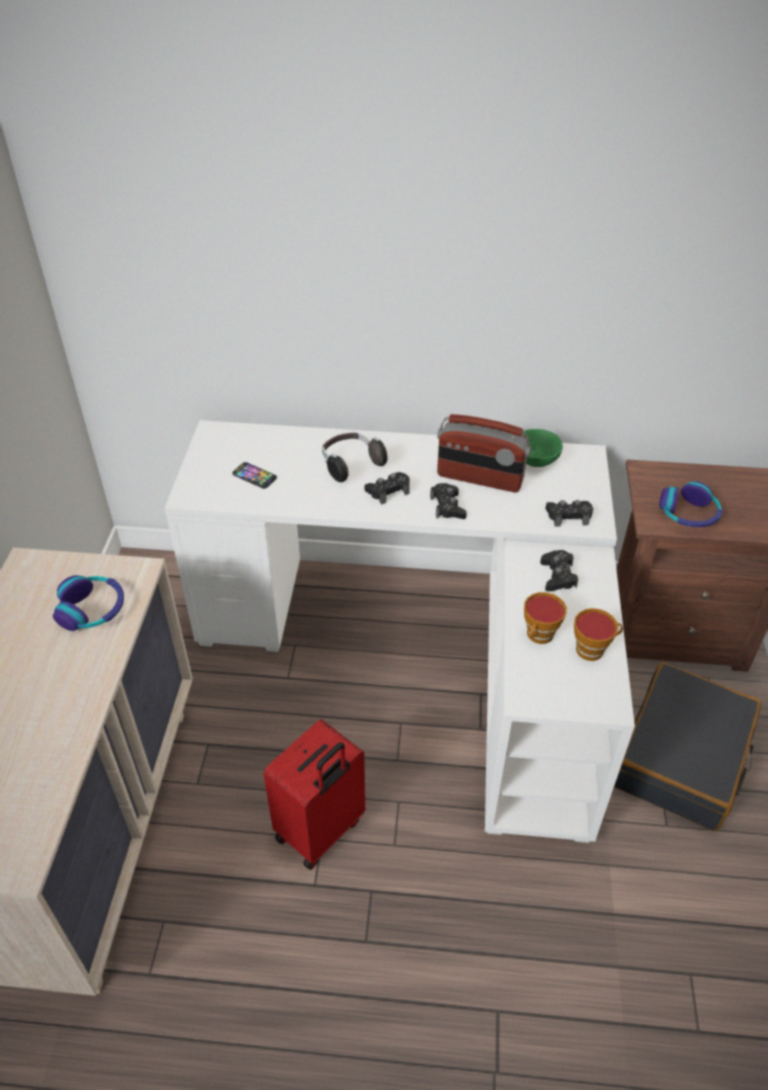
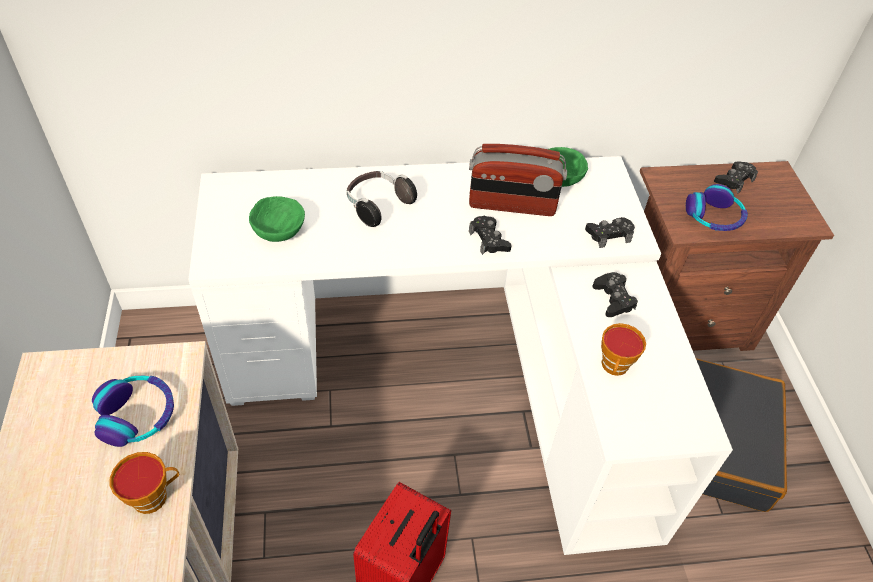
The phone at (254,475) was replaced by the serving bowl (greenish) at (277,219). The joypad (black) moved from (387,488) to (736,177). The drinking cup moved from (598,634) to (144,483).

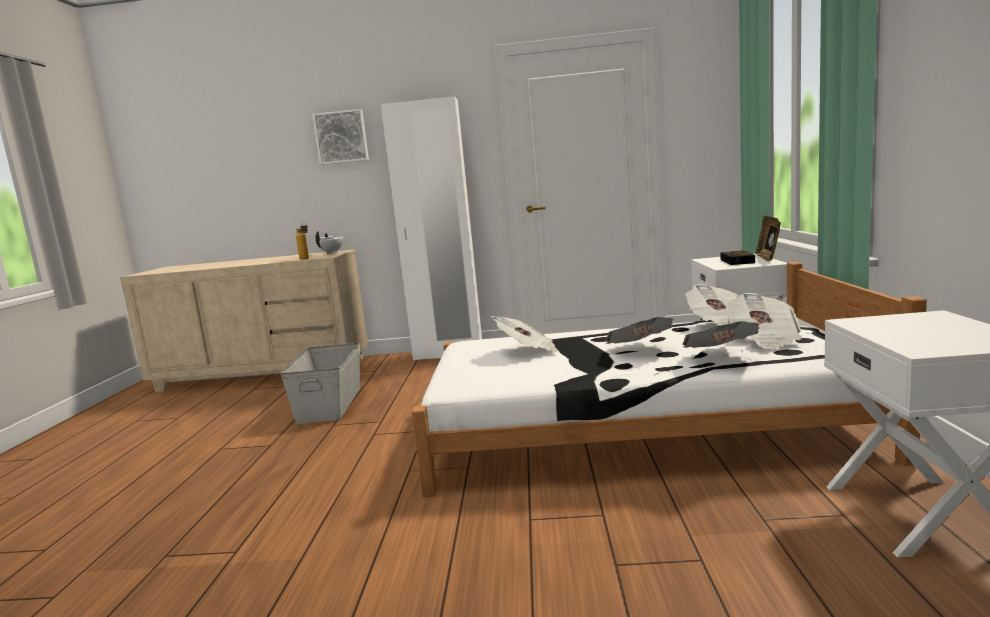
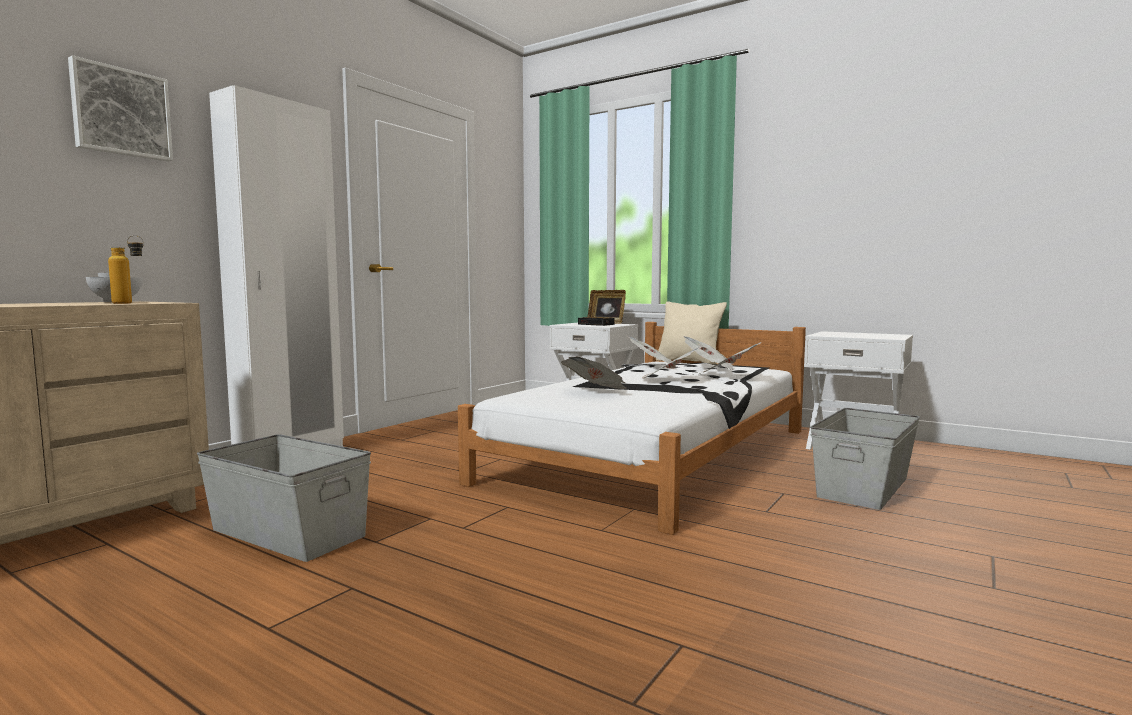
The cushion (beige-coloured) at (691,333) appeared. The storage bin (gray) at (865,459) appeared.

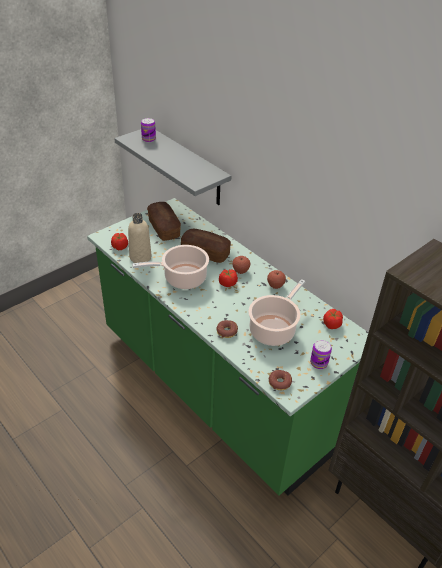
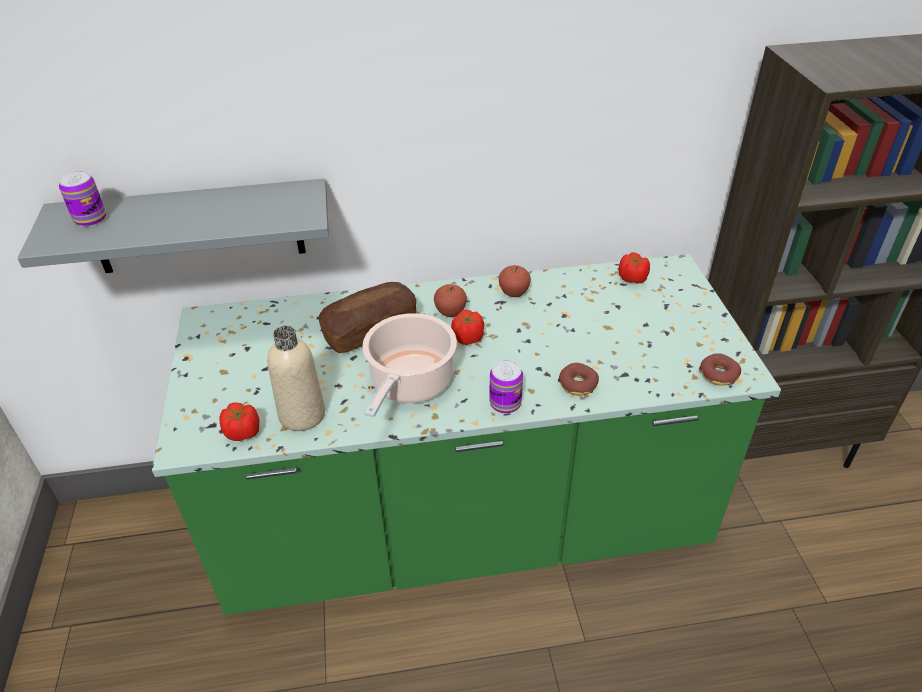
The bread at (164,221) disappeared. The saucepot at (276,312) disappeared. The can moved from (321,354) to (506,387).

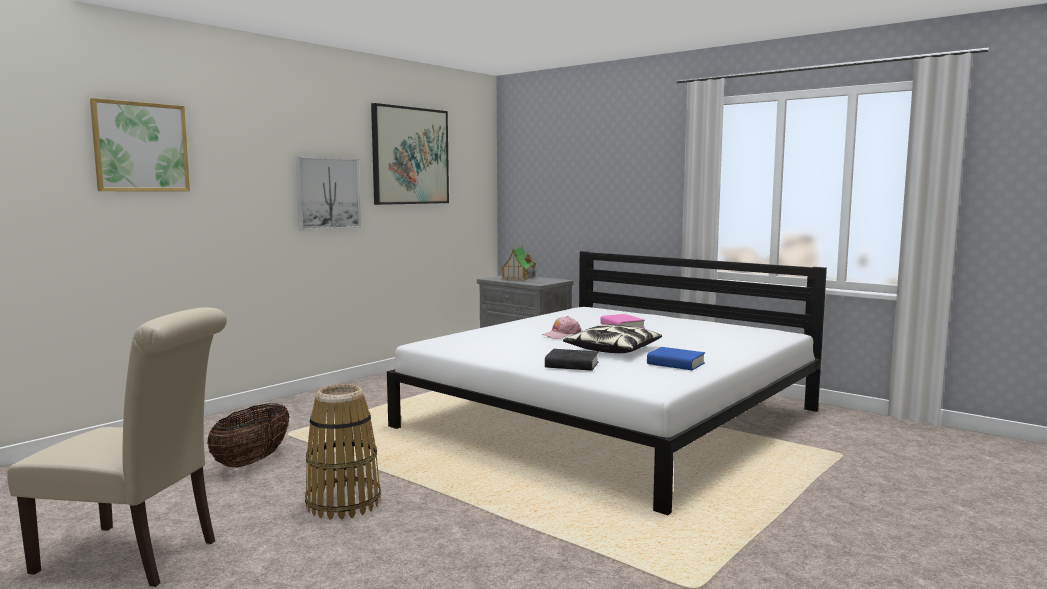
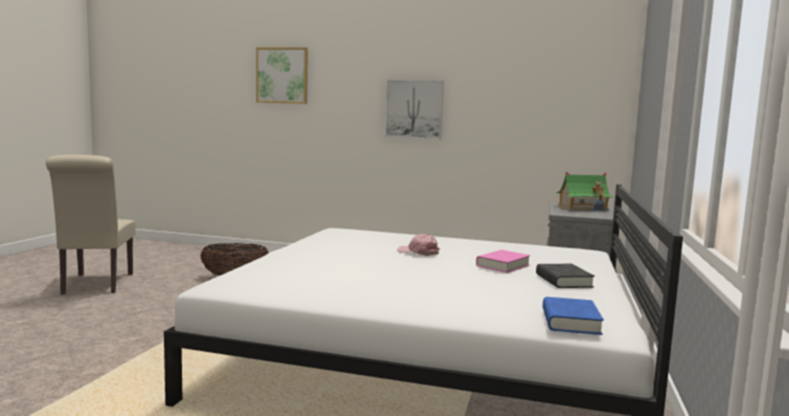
The wall art at (410,154) disappeared. The cushion at (612,338) disappeared. The volume (bluish) moved from (676,358) to (573,316). The volume (black) moved from (572,360) to (565,276). The household basket at (343,452) disappeared.

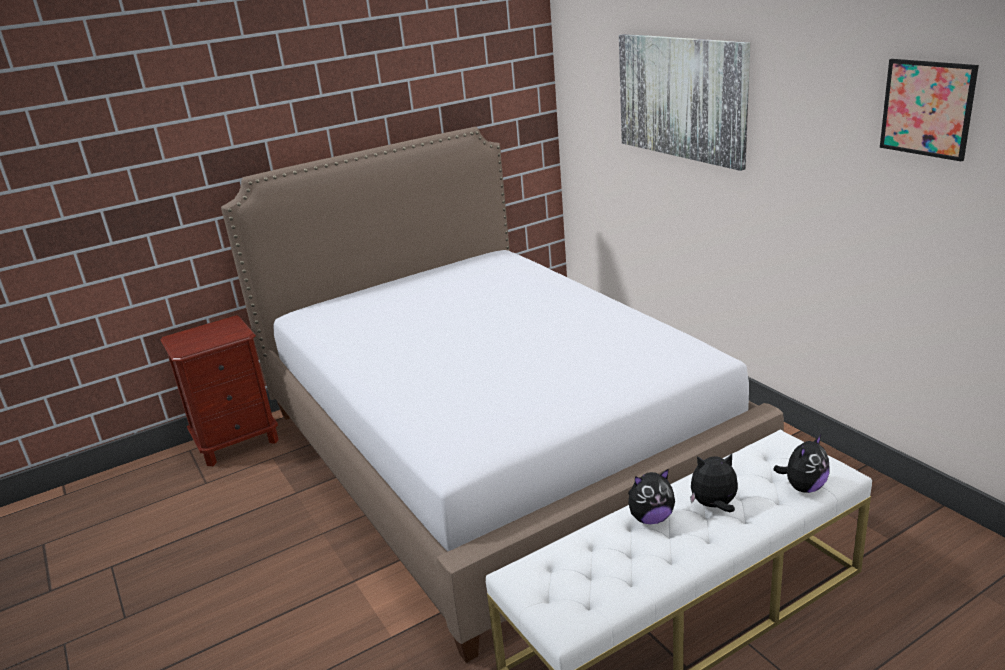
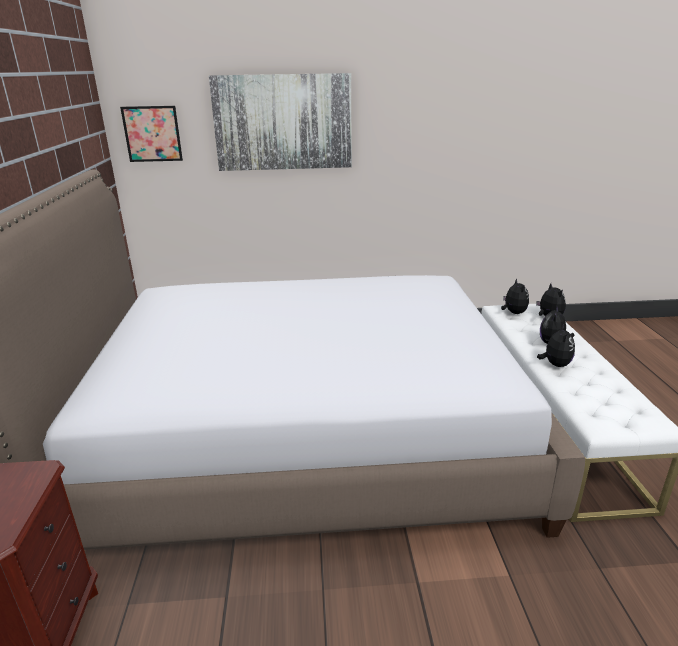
The wall art moved from (929,110) to (151,134). The cuddly toy at (515,296) appeared.

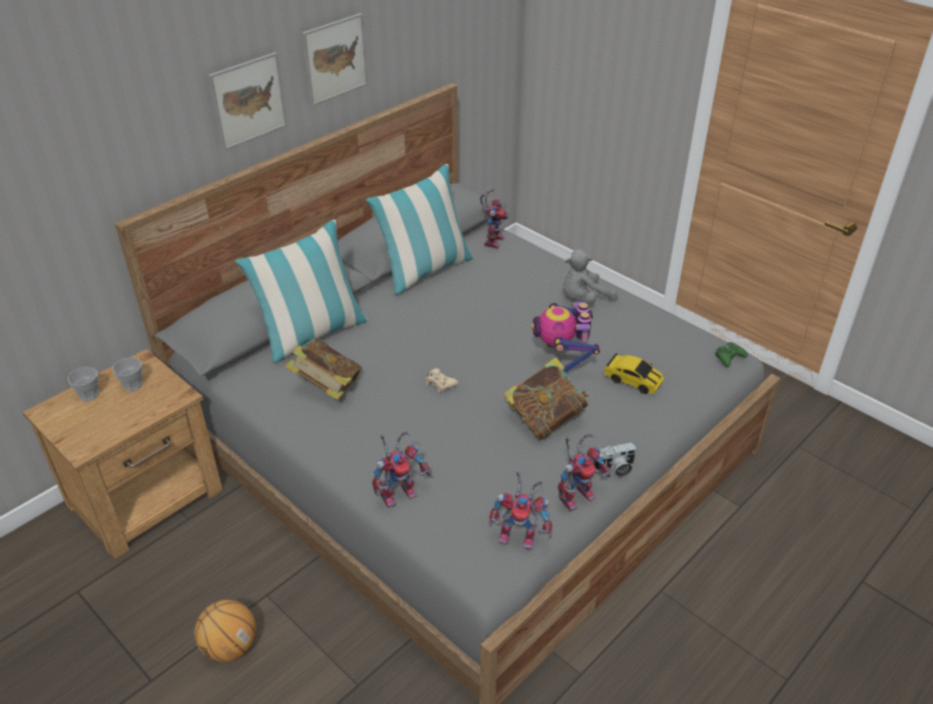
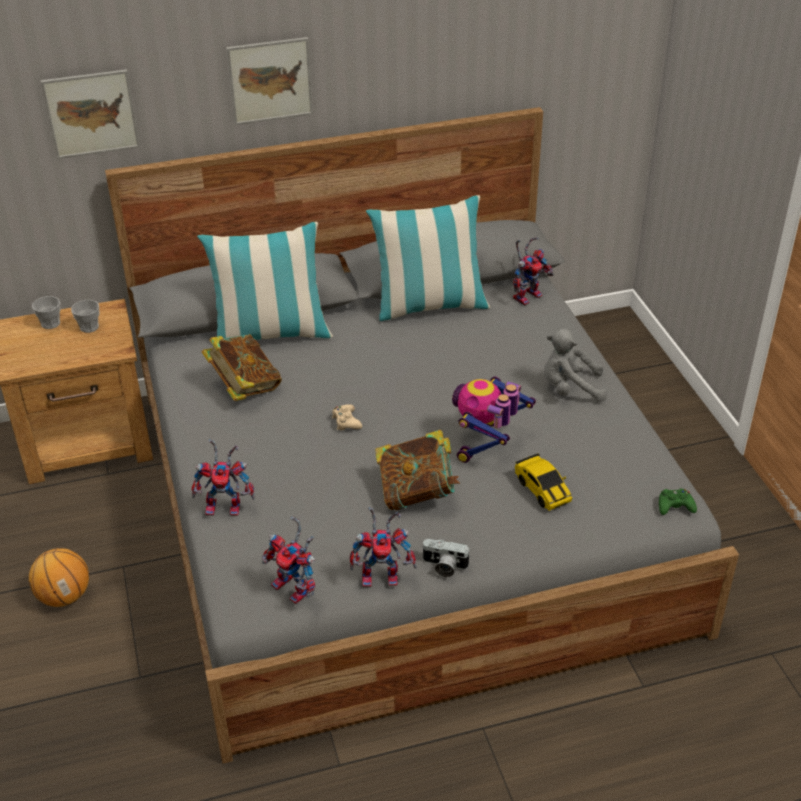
The wall art moved from (335,59) to (90,114).

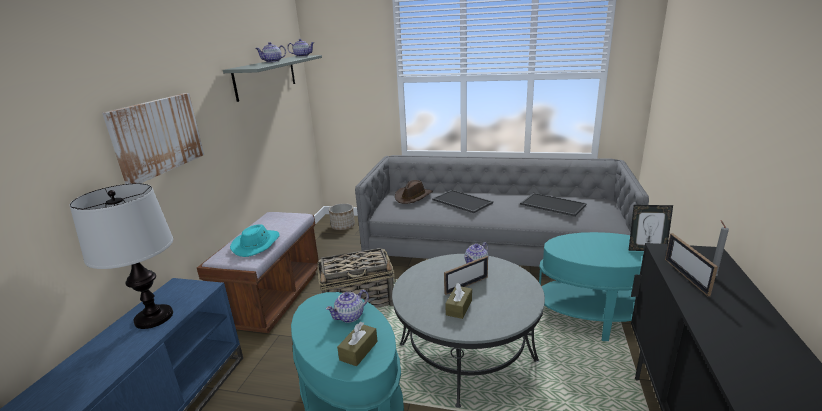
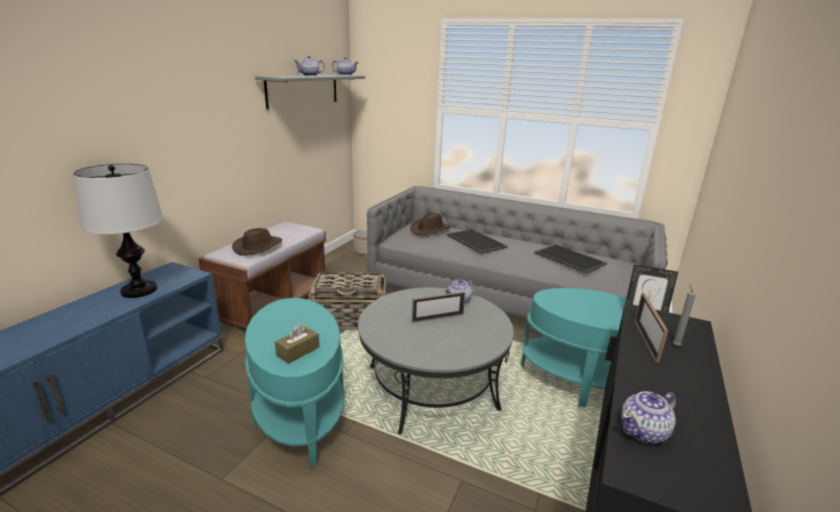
The wall art at (153,138) disappeared. The clothing hat (turquoise) at (255,240) became the clothing hat (brown) at (257,242). The box of tissues (brown) at (458,301) disappeared. The teapot moved from (347,306) to (648,417).

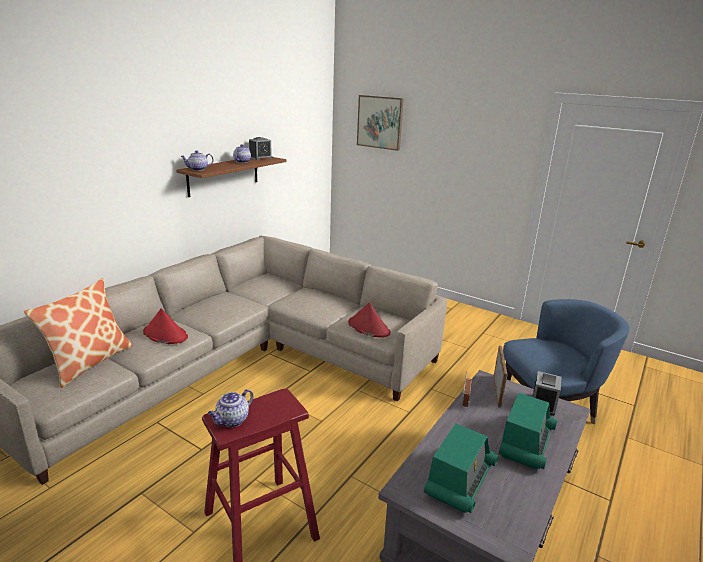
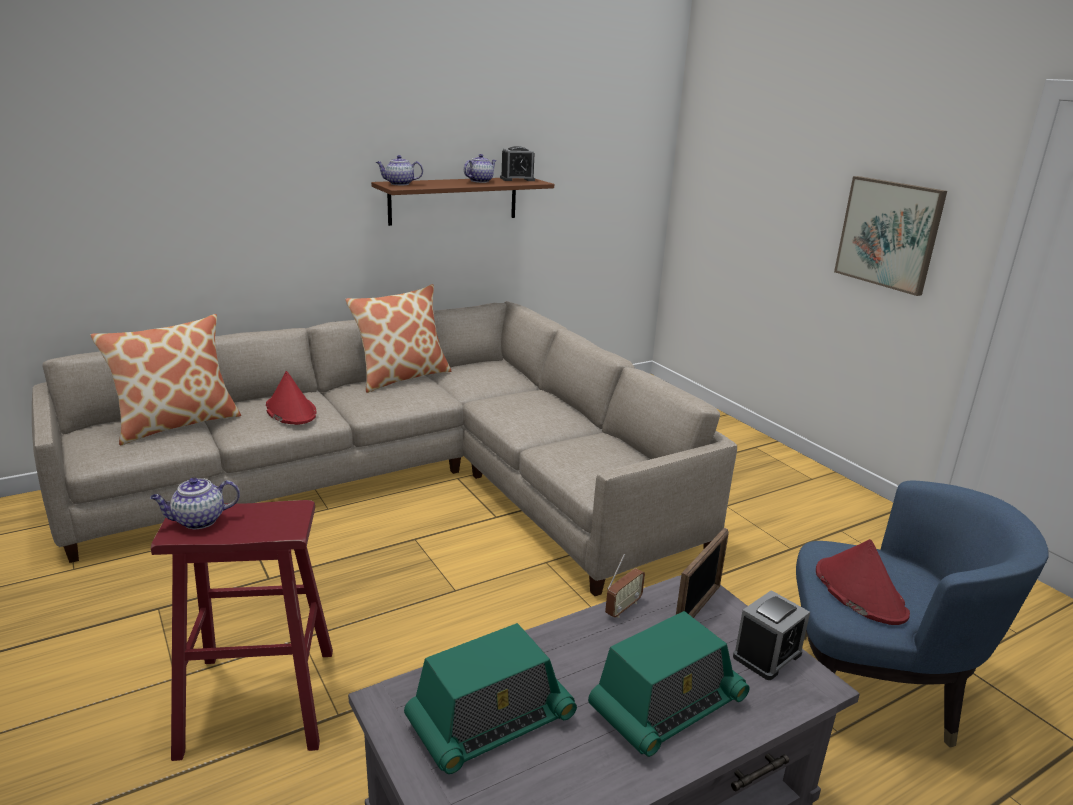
The wall art moved from (380,123) to (890,236). The clothing hat (red-coloured) moved from (369,320) to (863,582). The cushion at (398,338) appeared.

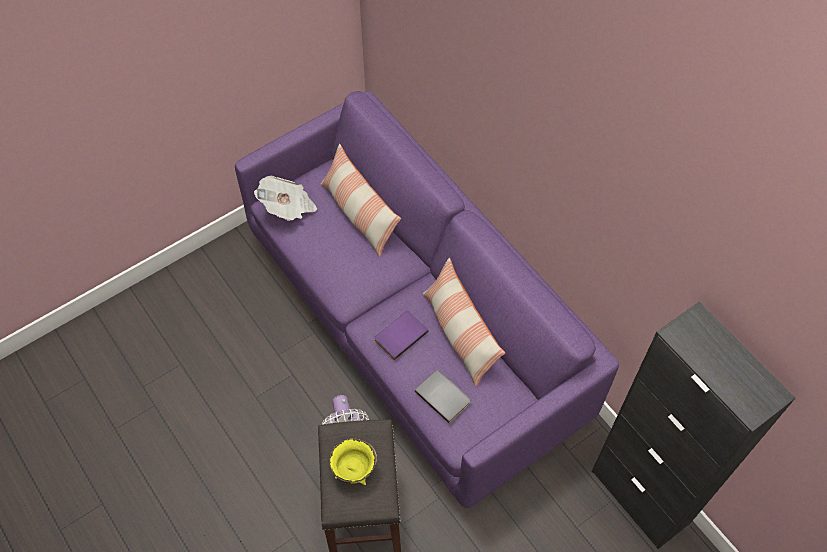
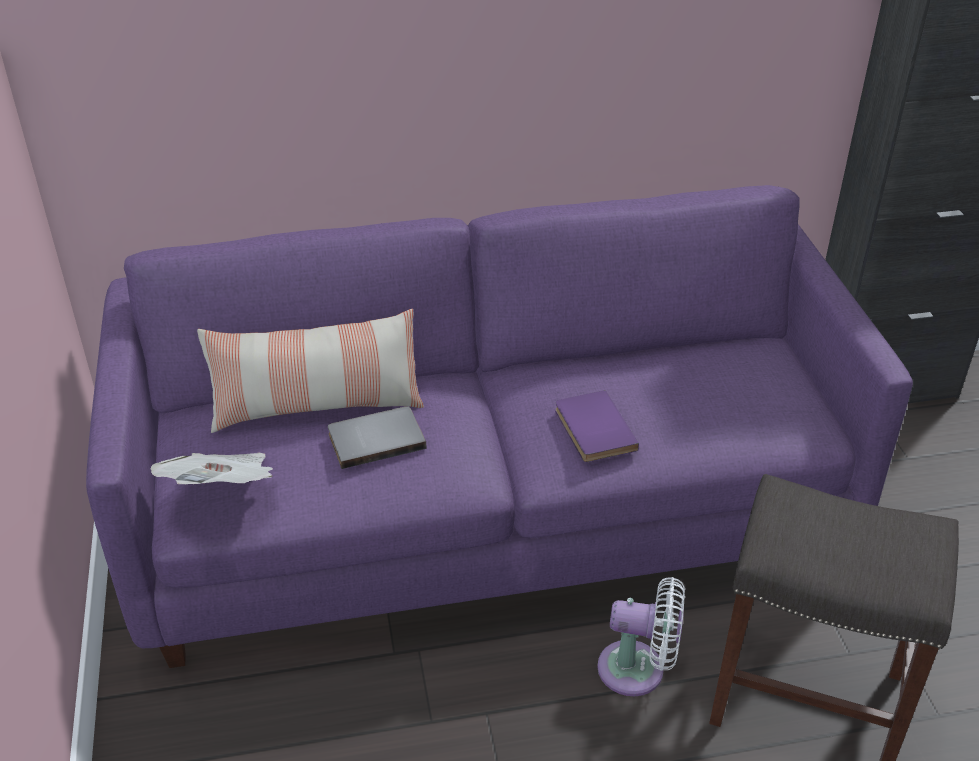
The cushion at (464,322) disappeared. The volume (gray) moved from (443,396) to (377,437). The serving bowl (yellow) at (353,462) disappeared.

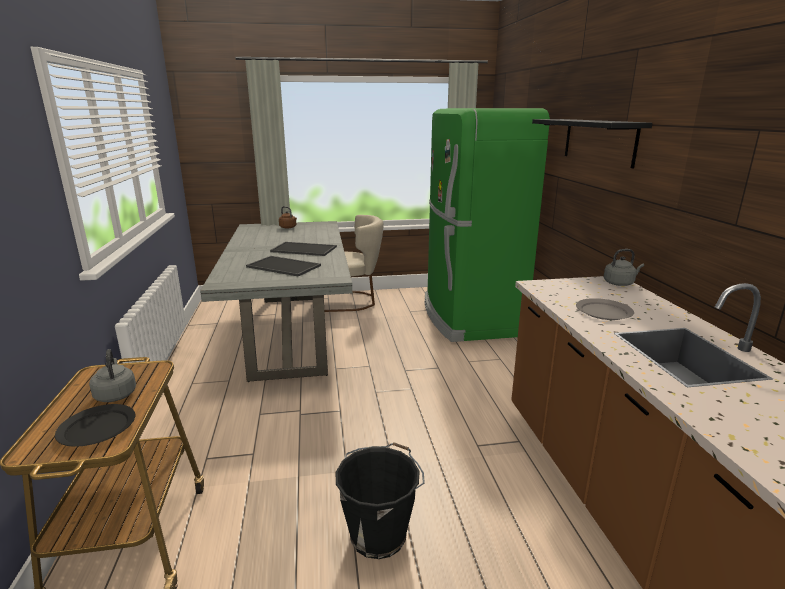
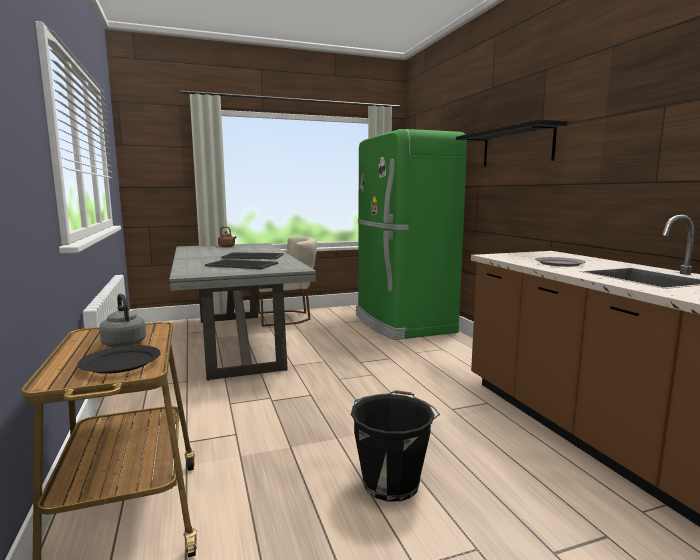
The water kettle (gray) at (624,267) disappeared.

